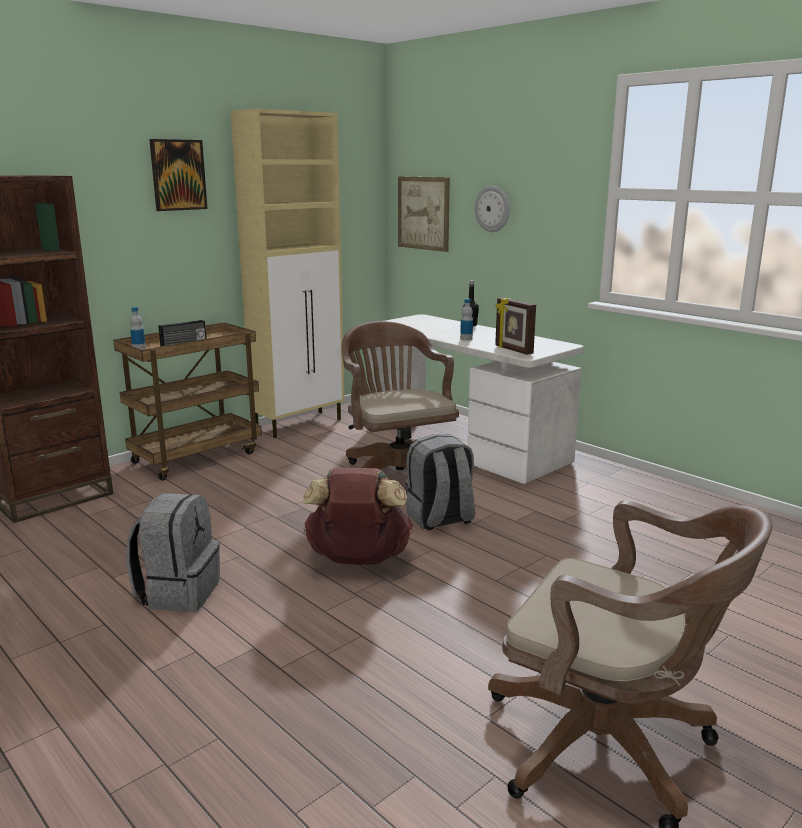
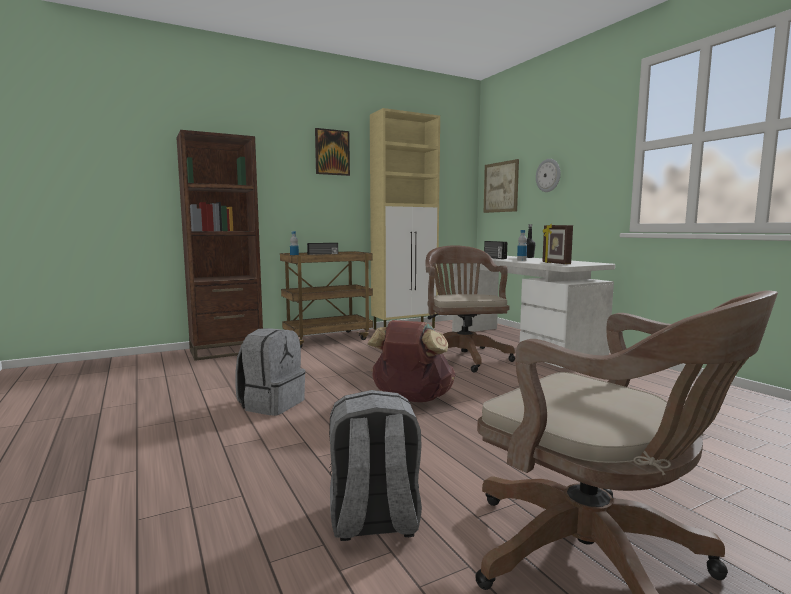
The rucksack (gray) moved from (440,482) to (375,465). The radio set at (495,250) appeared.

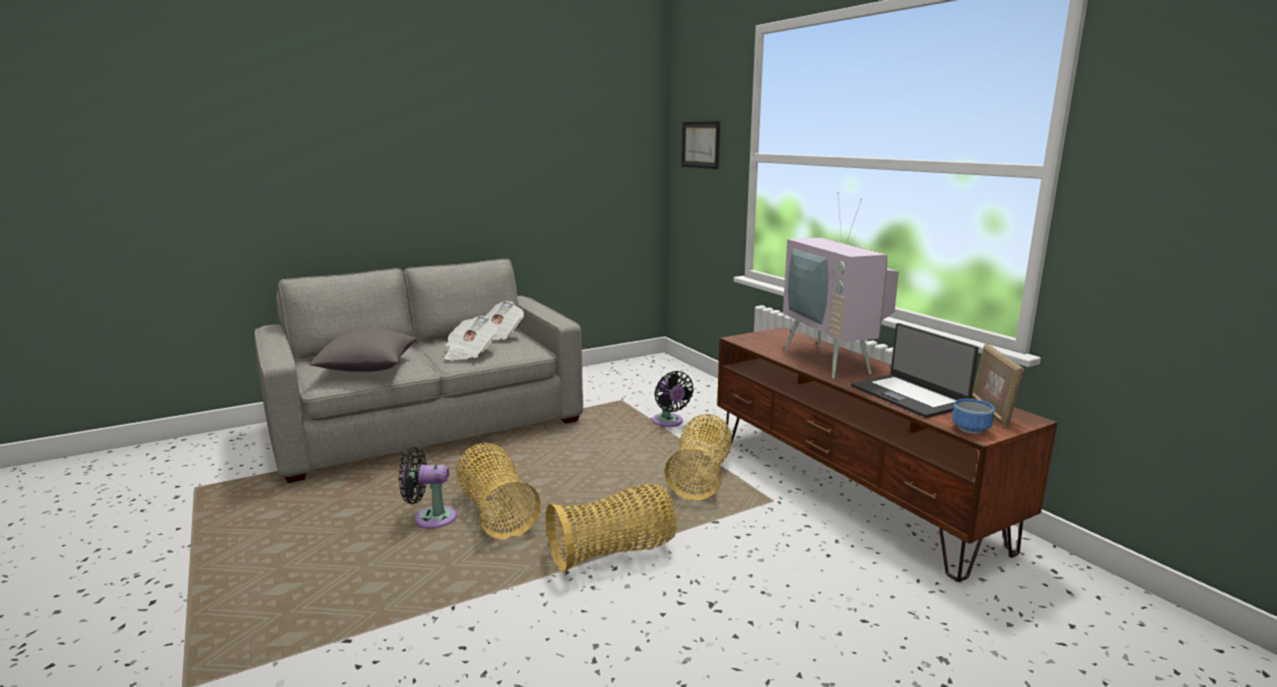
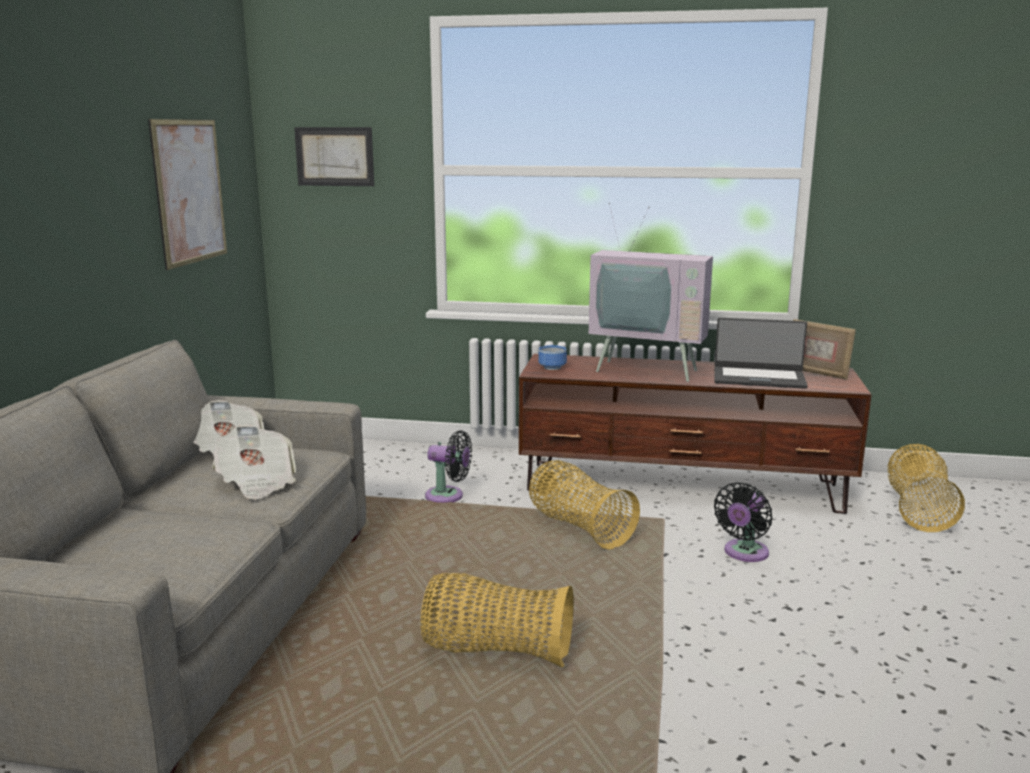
The cushion (gray) at (363,350) disappeared. The serving bowl moved from (973,416) to (552,357). The cooling fan (black) moved from (428,488) to (743,522). The household basket moved from (611,528) to (926,488). The wall art at (187,194) appeared.

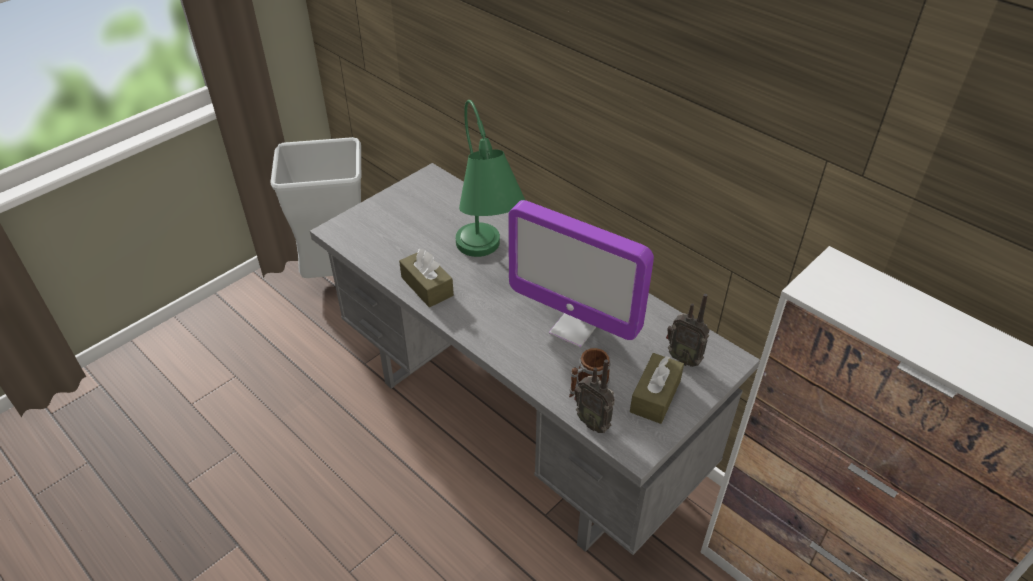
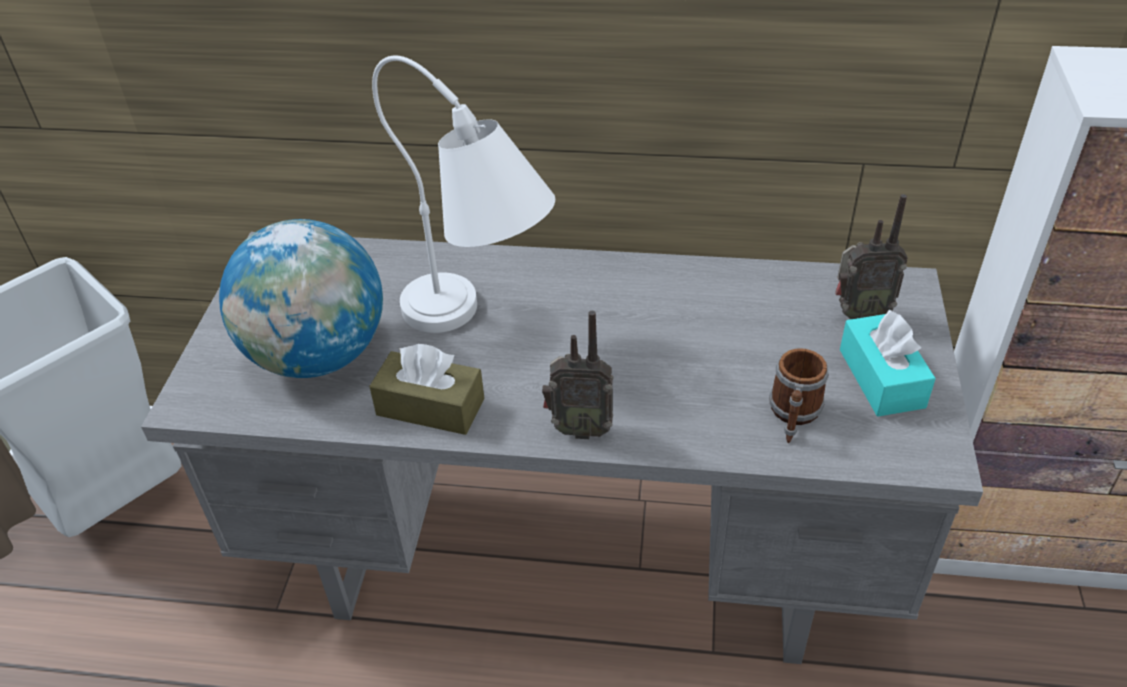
The table lamp (greenish) at (490,178) became the table lamp (whitish) at (463,194). The monitor at (581,274) disappeared. The box of tissues (brown) at (657,388) became the box of tissues (turquoise) at (888,363). The radio set moved from (594,396) to (577,375). The world globe at (301,298) appeared.

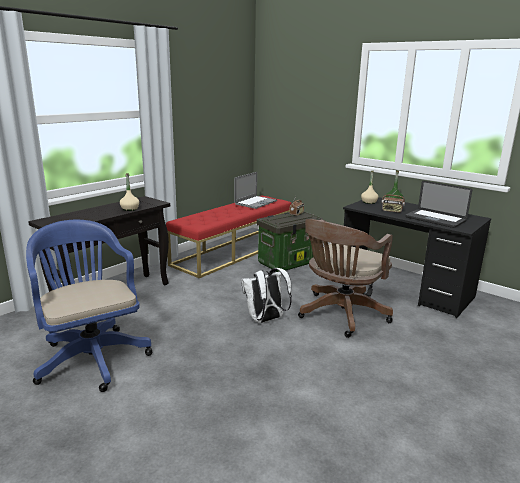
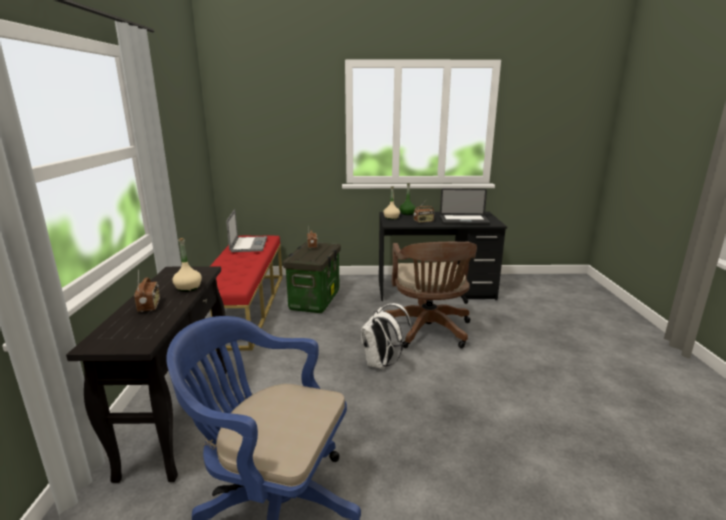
The radio set at (147,290) appeared.

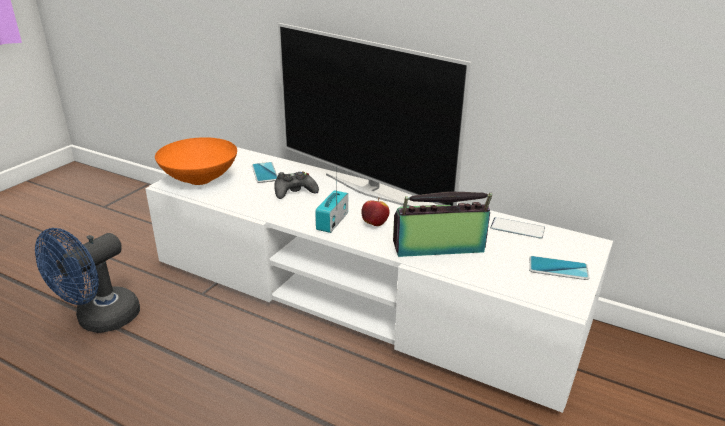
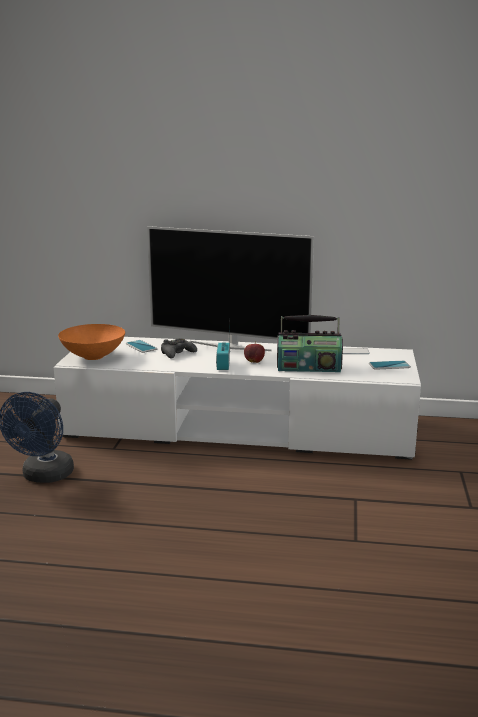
The radio set at (442,224) turned 150 degrees counterclockwise.

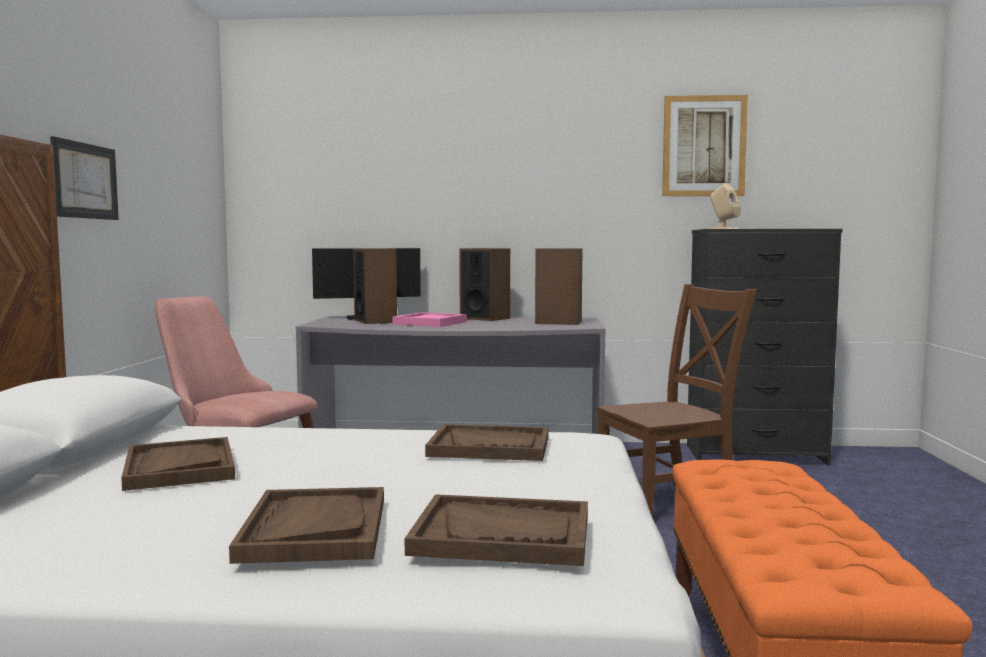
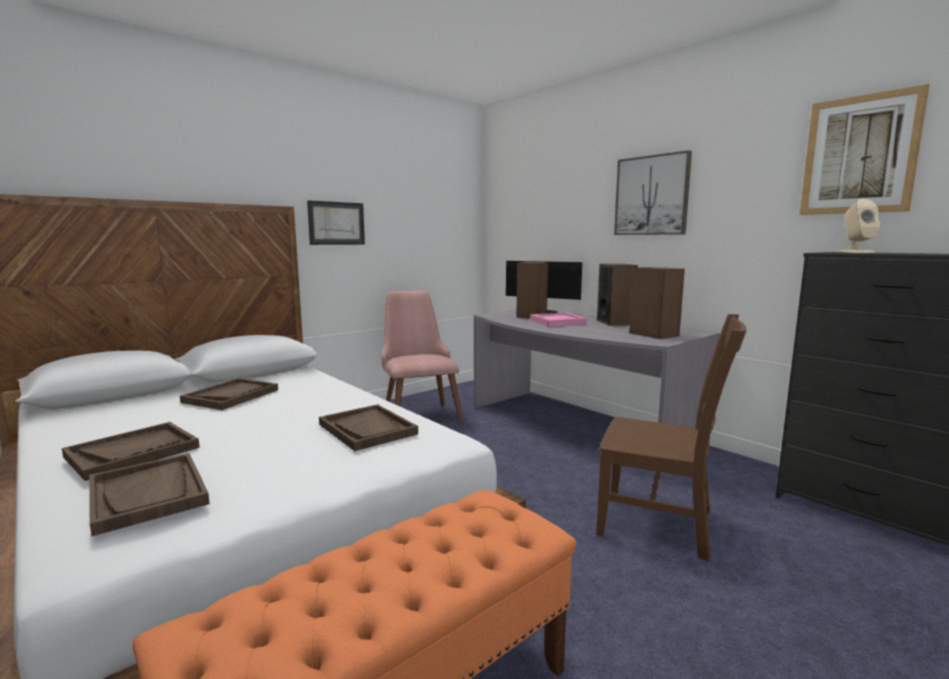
The wall art at (653,192) appeared.

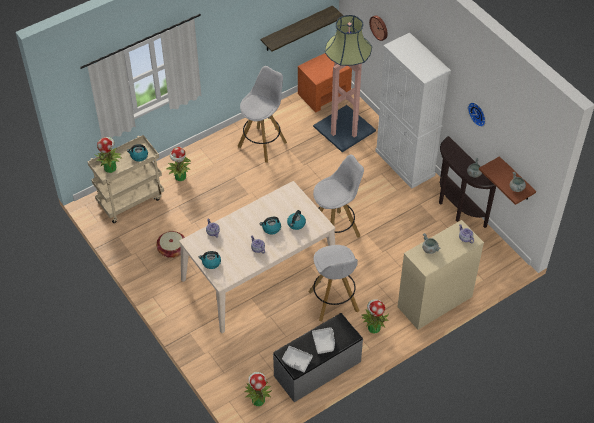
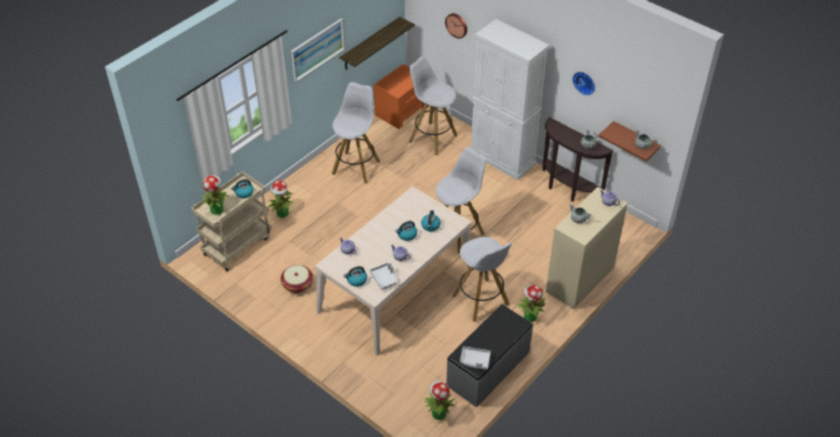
The floor lamp at (344,83) was replaced by the sitting stool (whitish) at (433,105). The tray (gray) moved from (323,340) to (383,276). The wall art at (318,50) appeared.

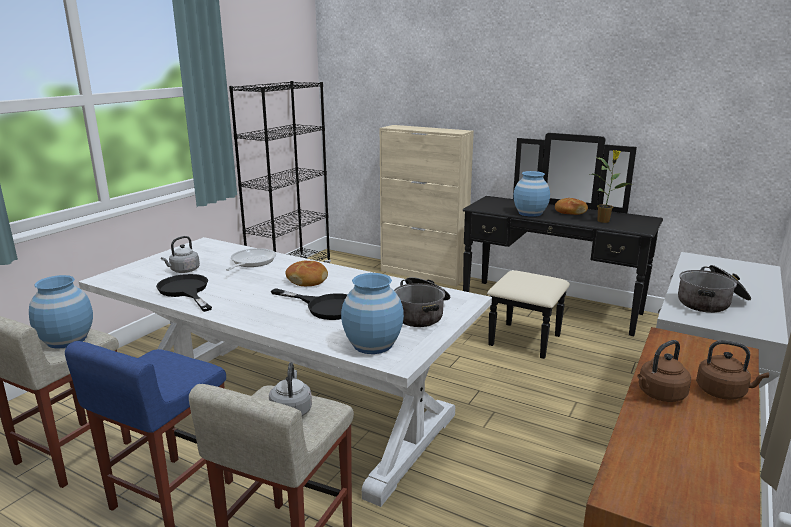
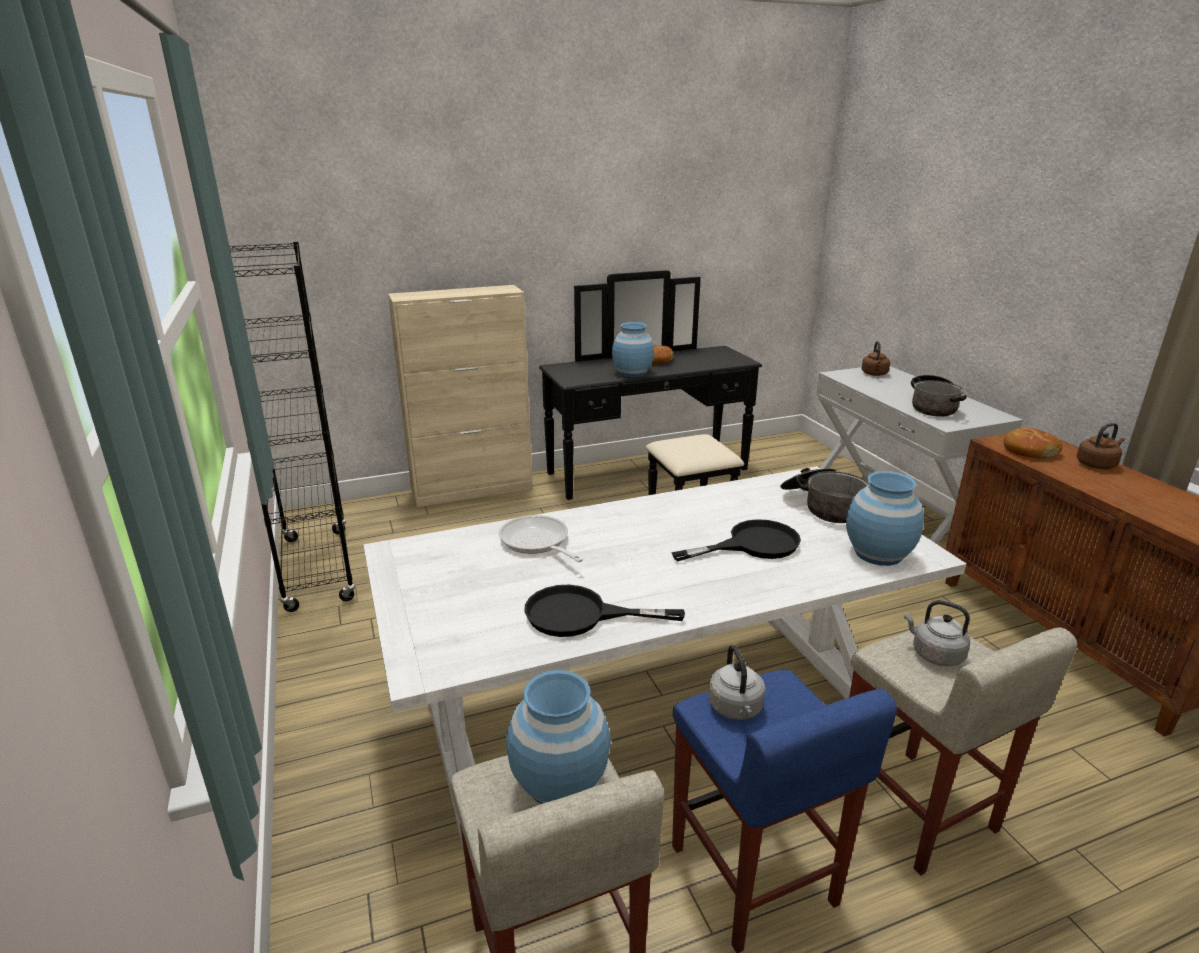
The potted plant at (611,186) disappeared. The water kettle (gray) moved from (180,254) to (736,682). The bread moved from (306,273) to (1033,443). The water kettle (brown) moved from (664,371) to (876,358).

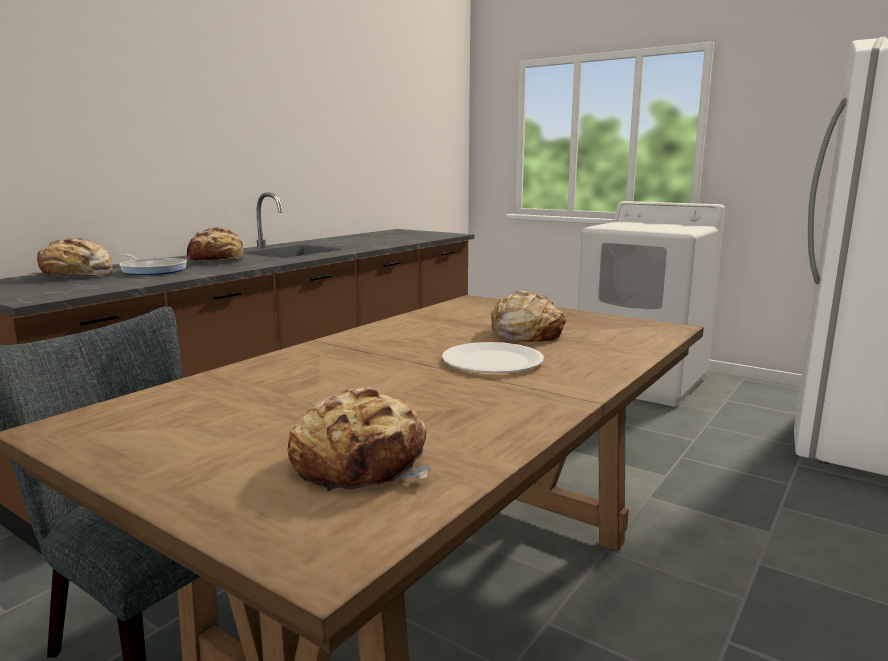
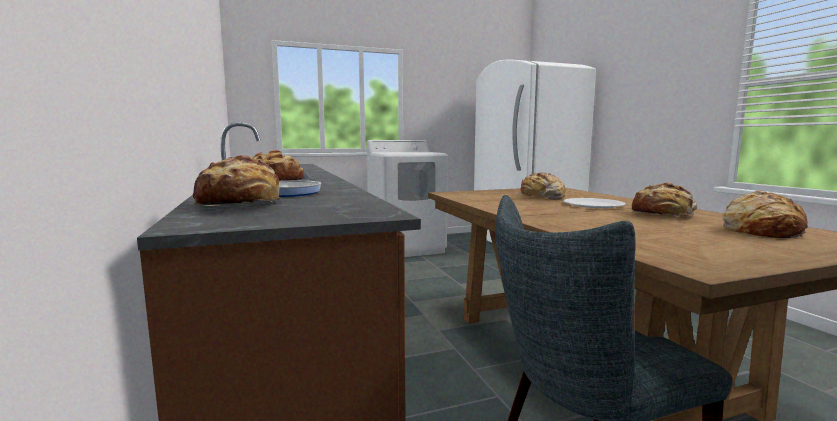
The bread at (663,200) appeared.

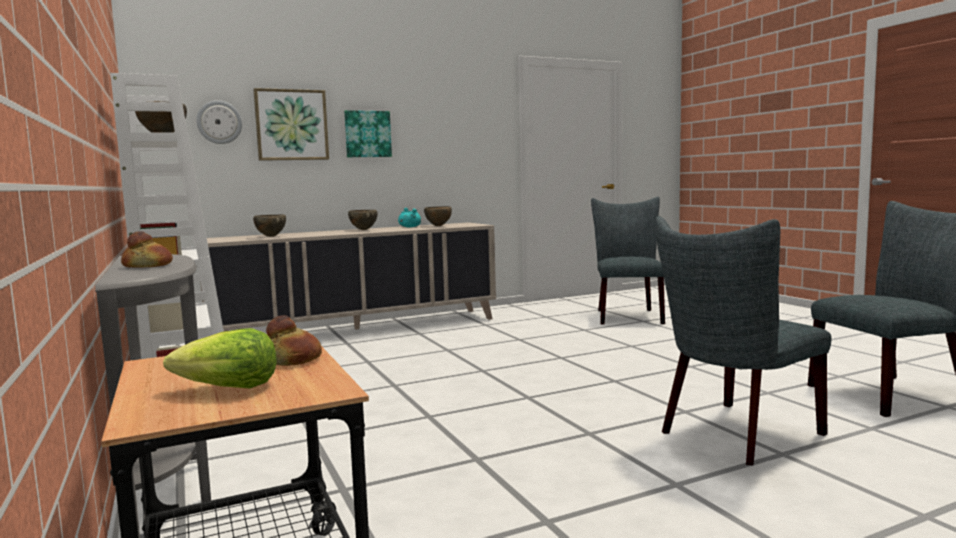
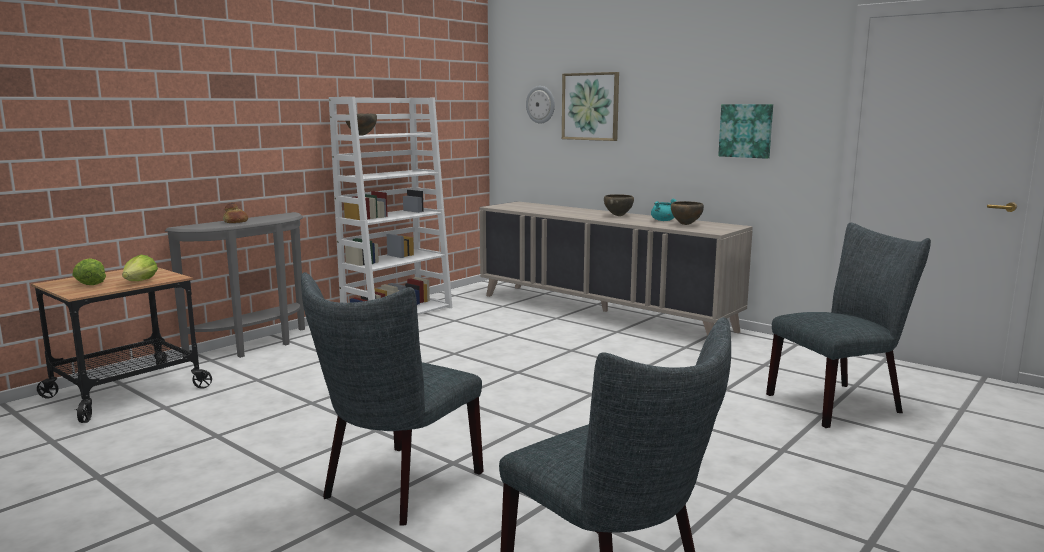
The wall art moved from (368,133) to (745,131). The serving bowl (brown) at (269,226) disappeared. The upright chair (gray) at (743,341) turned 90 degrees counterclockwise. The bread at (294,340) was replaced by the head of lettuce at (140,268).

